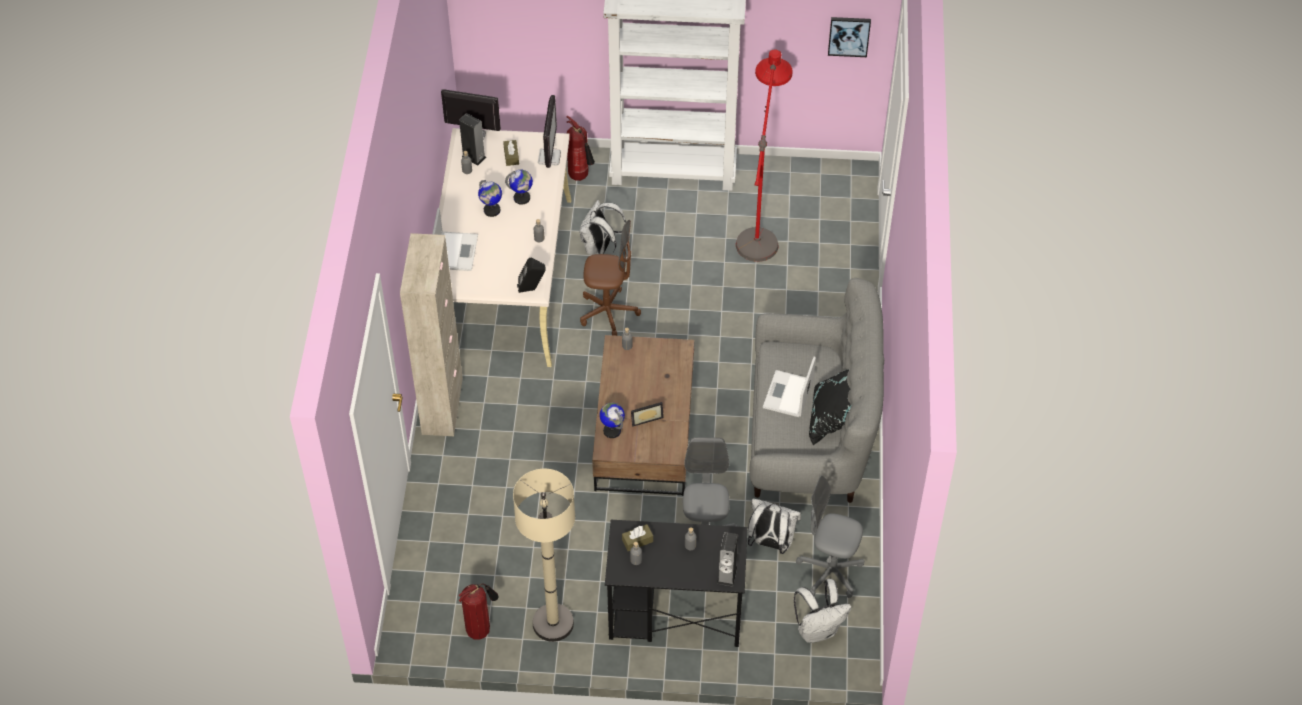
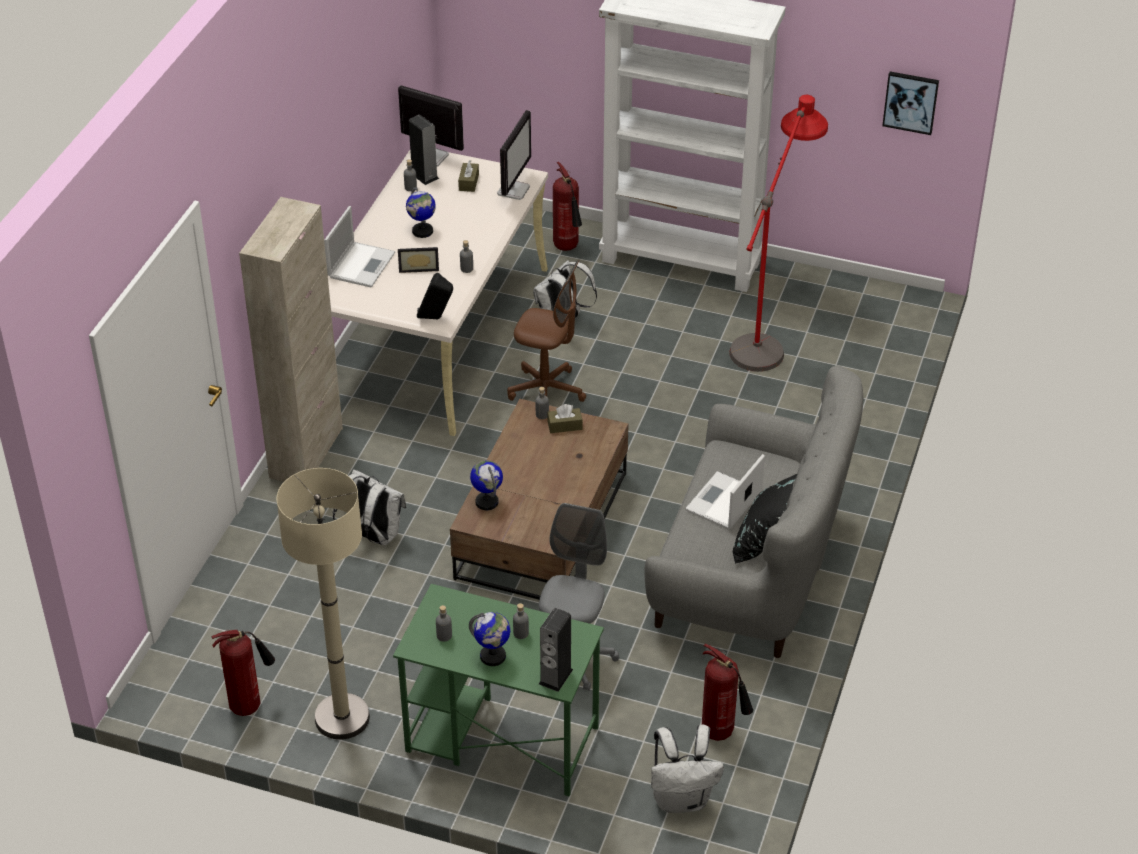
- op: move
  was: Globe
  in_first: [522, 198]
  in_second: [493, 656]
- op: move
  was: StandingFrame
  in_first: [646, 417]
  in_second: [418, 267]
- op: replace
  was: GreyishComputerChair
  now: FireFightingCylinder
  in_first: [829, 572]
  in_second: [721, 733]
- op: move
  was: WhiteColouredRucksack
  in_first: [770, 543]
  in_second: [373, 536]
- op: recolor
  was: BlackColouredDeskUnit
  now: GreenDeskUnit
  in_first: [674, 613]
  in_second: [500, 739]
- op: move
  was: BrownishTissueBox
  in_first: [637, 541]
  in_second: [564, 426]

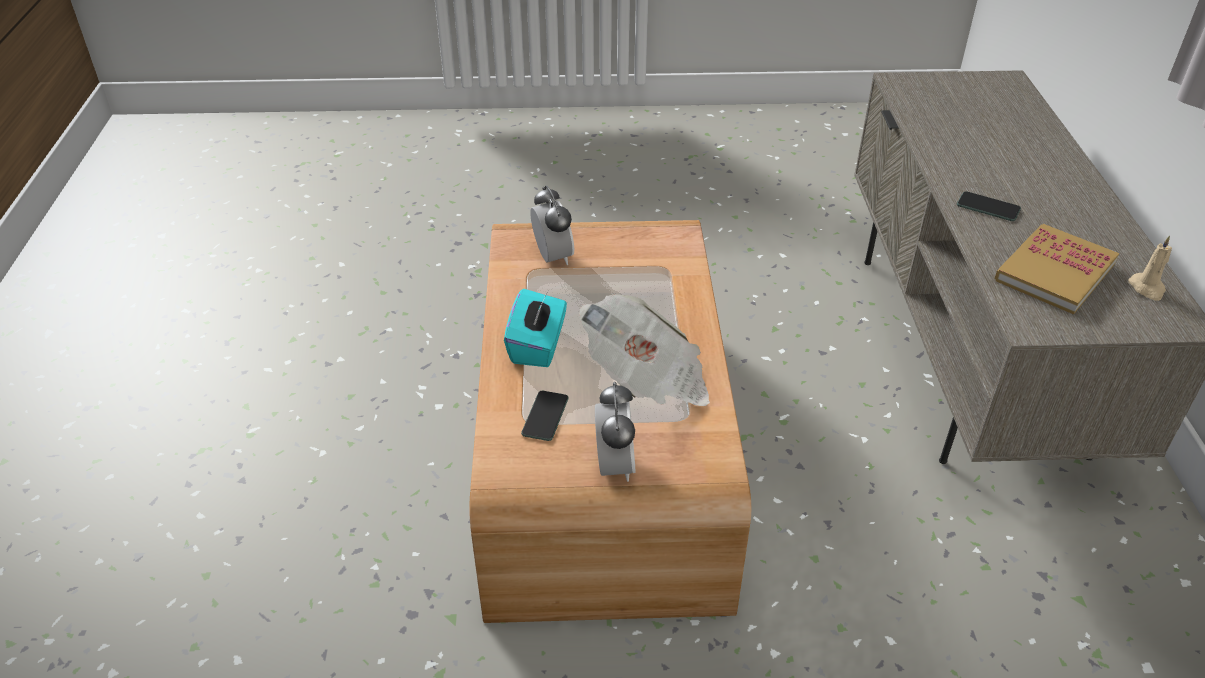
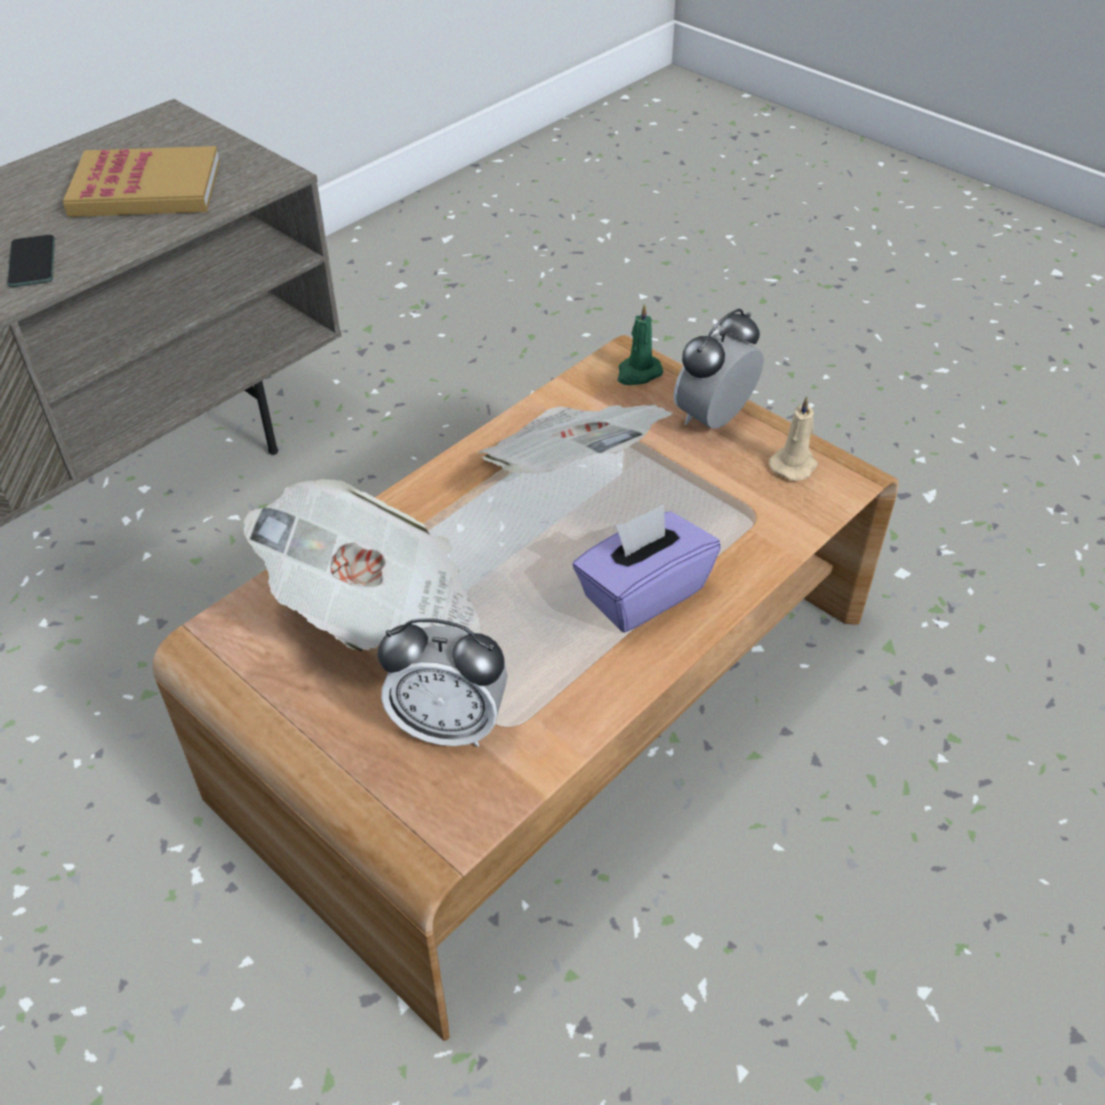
- op: rotate
  was: TableClock
  in_first: [553, 257]
  in_second: [449, 725]
  clockwise: -105
- op: move
  was: SandColouredWaxLight
  in_first: [1147, 288]
  in_second: [794, 464]
- op: recolor
  was: BlueGreenTissueBox
  now: PurpleTissueBox
  in_first: [538, 346]
  in_second: [642, 593]
- op: delete
  was: Telephone
  in_first: [545, 416]
- op: insert
  now: GreenWaxLight
  in_second: [638, 373]
- op: insert
  now: Newspaper
  in_second: [377, 608]

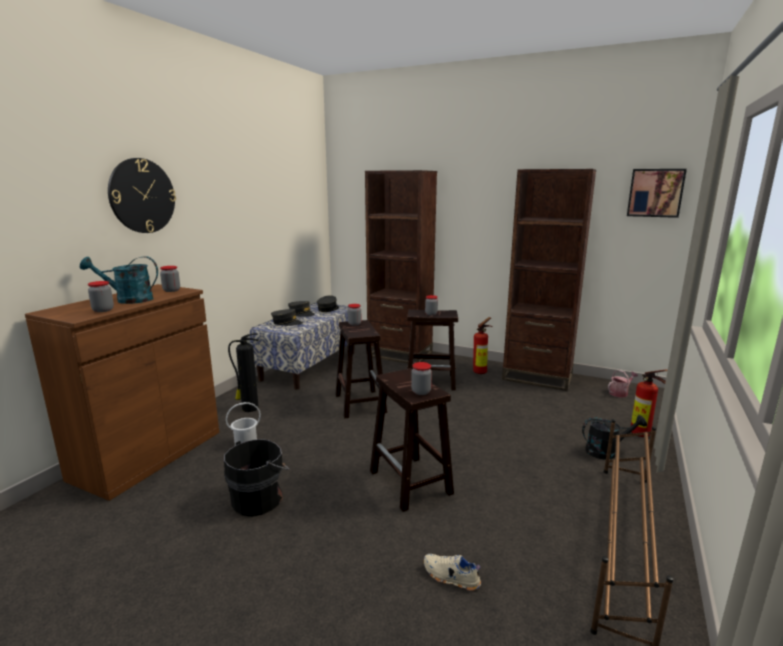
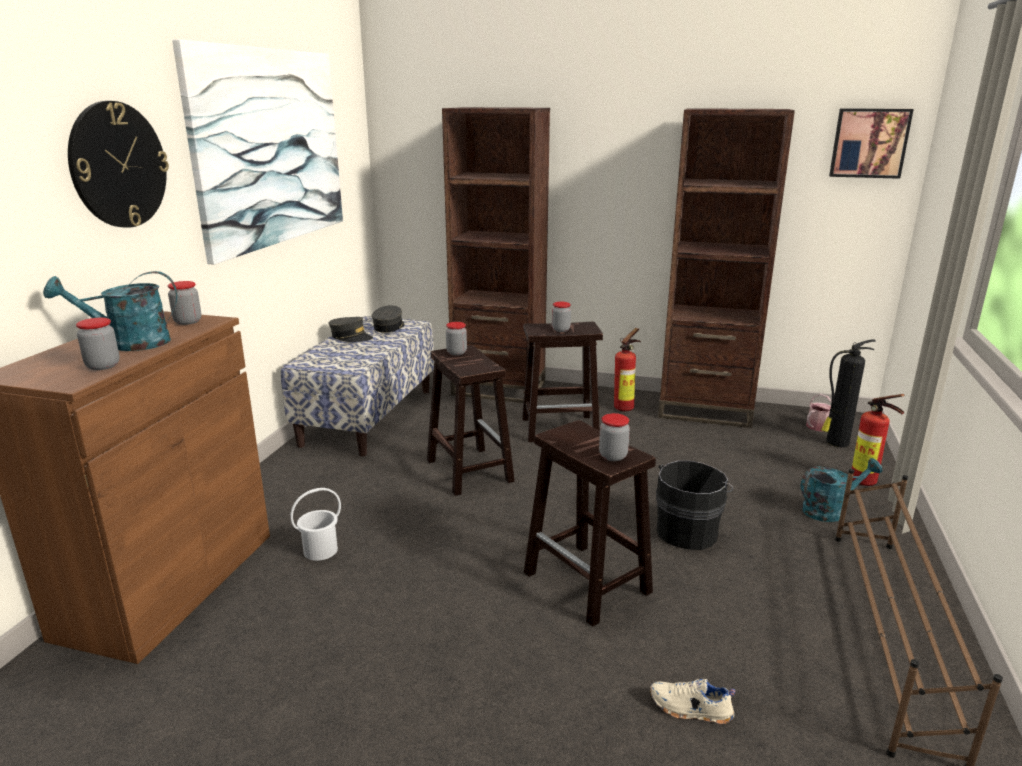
- op: delete
  was: GreyishCap
  in_first: [287, 323]
- op: move
  was: FireFightingCylinder
  in_first: [249, 408]
  in_second: [836, 442]
- op: recolor
  was: BlackColouredSprinklingCan
  now: BlueGreenSprinklingCan
  in_first: [606, 451]
  in_second: [830, 510]
- op: move
  was: BlackColouredBucket
  in_first: [259, 498]
  in_second: [688, 531]
- op: insert
  now: WallArt
  in_second: [270, 148]

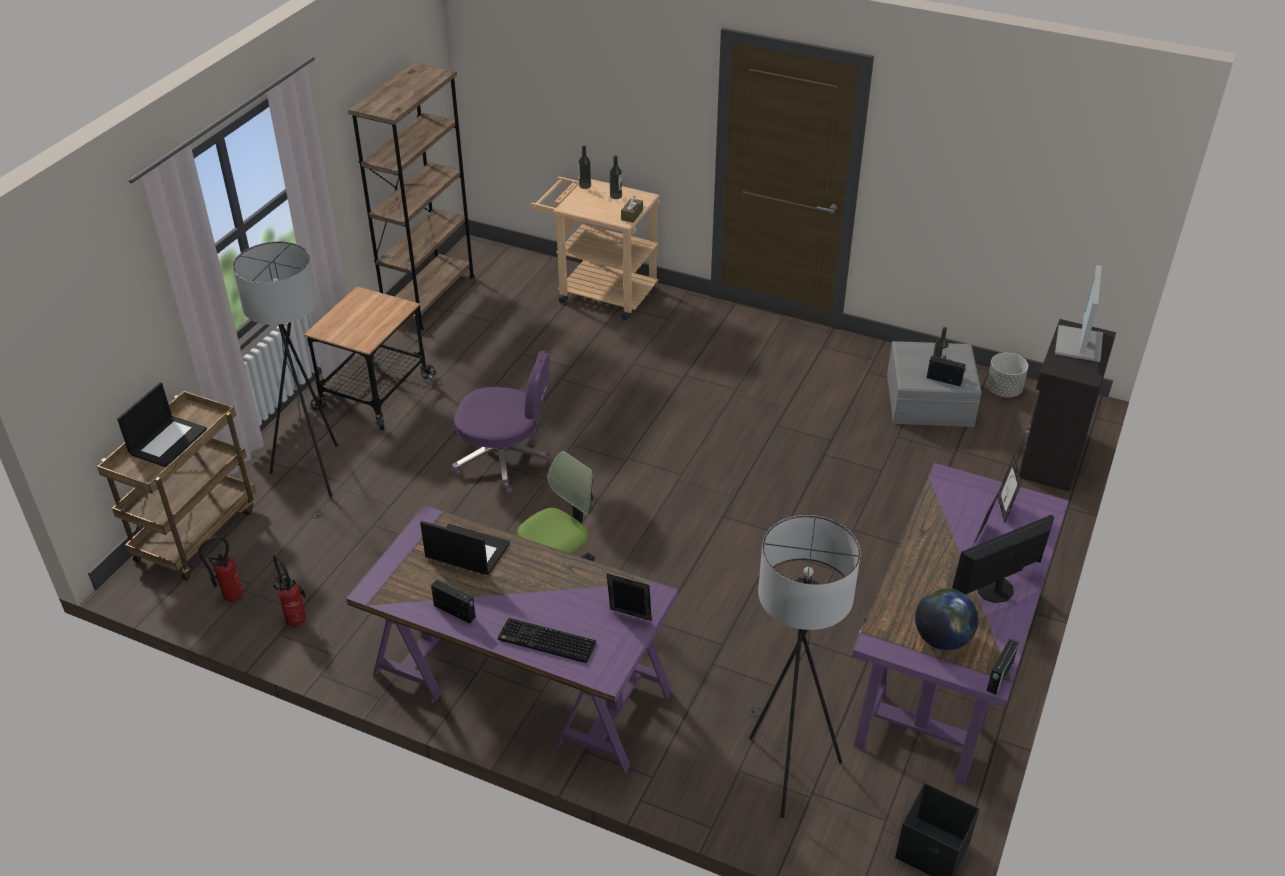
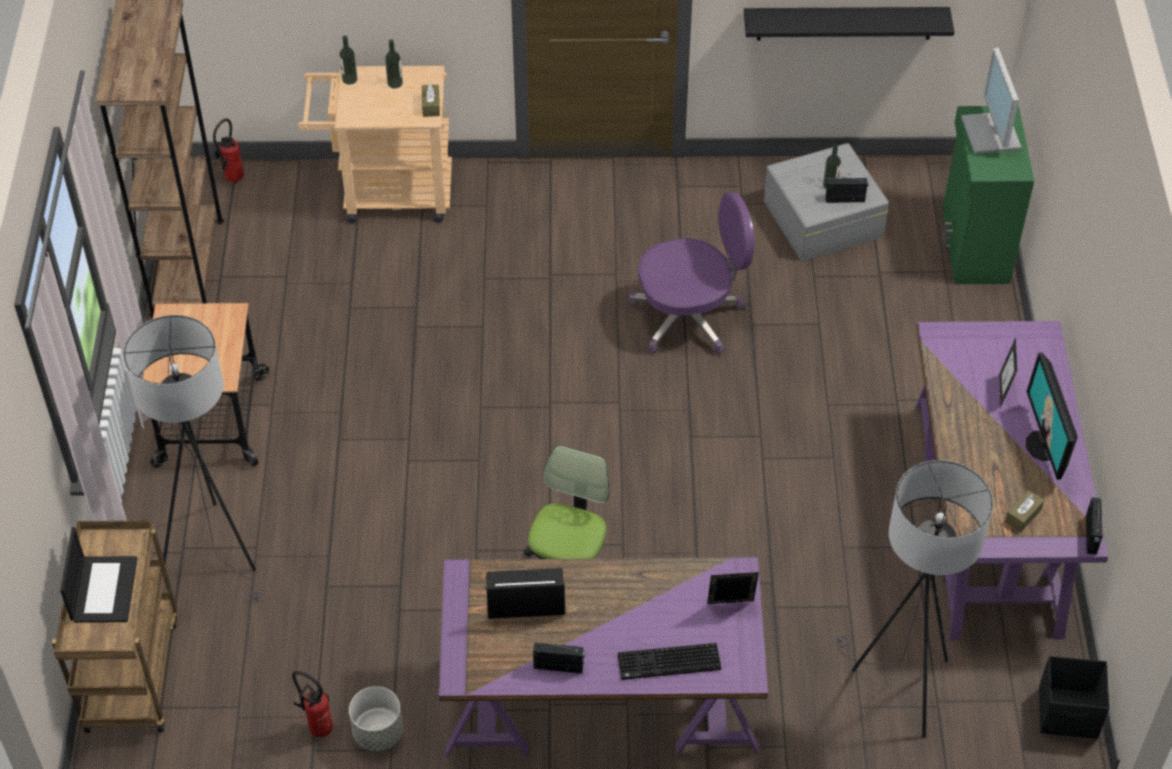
- op: recolor
  was: BlackColouredCupboard
  now: GreenCupboard
  in_first: [1051, 456]
  in_second: [973, 246]
- op: move
  was: PurpleComputerChair
  in_first: [506, 460]
  in_second: [689, 317]
- op: move
  was: GreyishPlanter
  in_first: [1004, 390]
  in_second: [378, 733]
- op: delete
  was: StandingFrame
  in_first: [1004, 509]
- op: rotate
  was: Monitor
  in_first: [995, 590]
  in_second: [1043, 446]
  clockwise: -45
- op: move
  was: FireFightingCylinder
  in_first: [229, 597]
  in_second: [231, 179]
- op: replace
  was: Globe
  now: BrownishTissueBox
  in_first: [942, 638]
  in_second: [1023, 515]
- op: insert
  now: BlackColouredBracketShelf
  in_second: [845, 23]

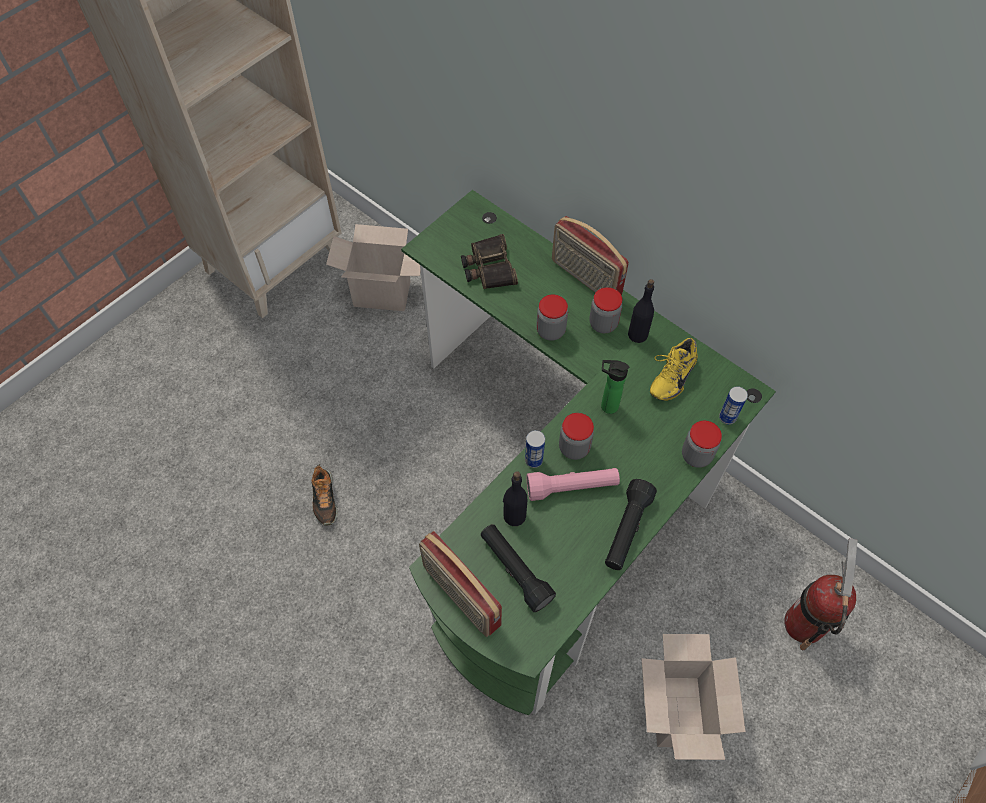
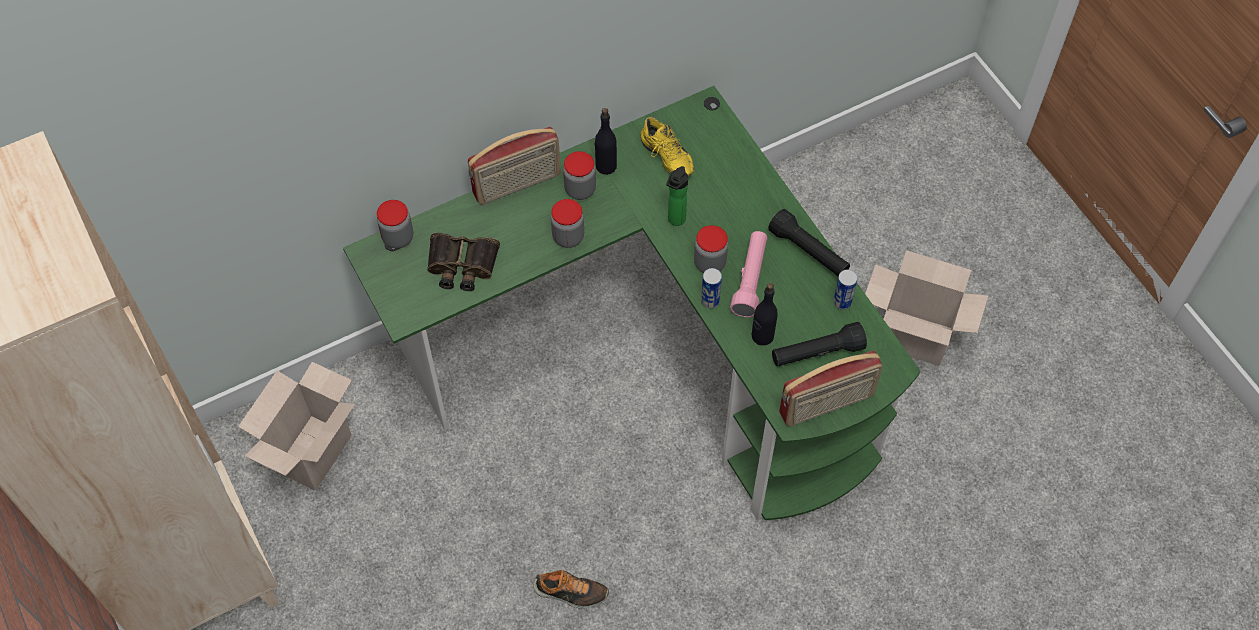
- op: move
  was: Can
  in_first: [727, 417]
  in_second: [842, 302]
- op: move
  was: Jar
  in_first: [696, 455]
  in_second: [398, 238]
- op: delete
  was: FireFightingCylinder
  in_first: [804, 624]

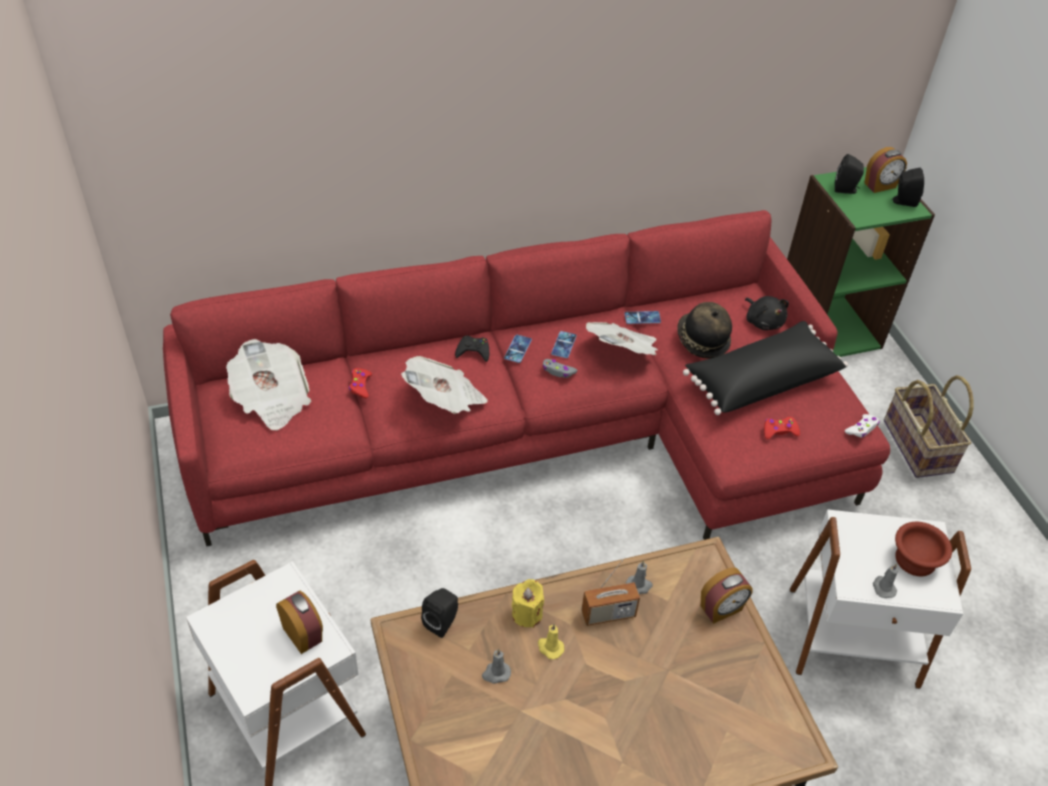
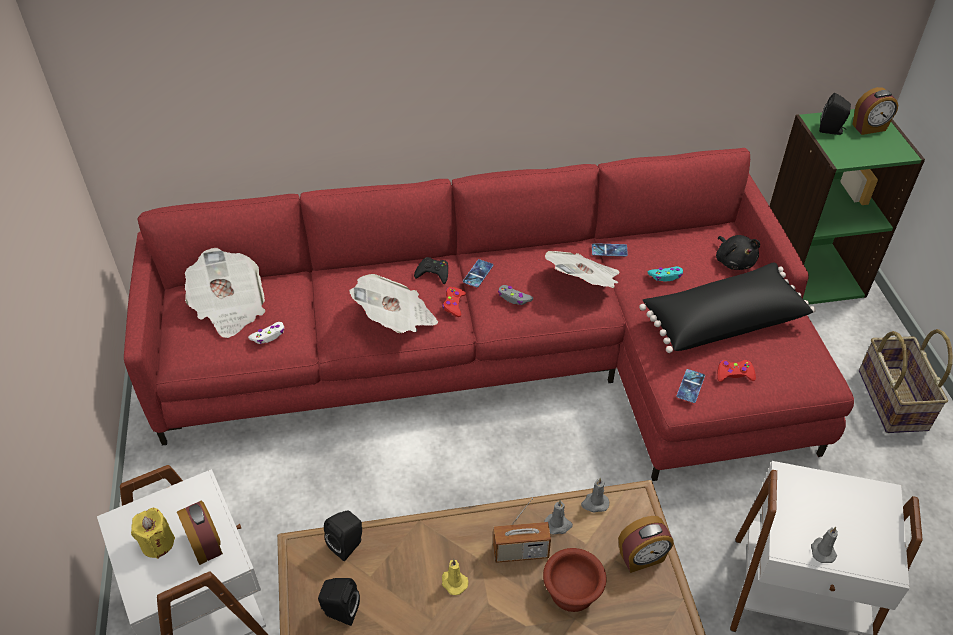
- op: move
  was: BlackColouredAudioSpeaker
  in_first: [903, 201]
  in_second: [339, 612]
- op: replace
  was: WearableHat
  now: BlueGreenGameController
  in_first: [701, 340]
  in_second: [666, 276]
- op: move
  was: Telephone
  in_first: [563, 345]
  in_second: [690, 386]
- op: move
  was: RedGameController
  in_first: [360, 386]
  in_second: [453, 304]
- op: move
  was: WhiteColouredGameController
  in_first: [861, 429]
  in_second: [268, 336]
- op: move
  was: BrownishDeepDish
  in_first: [914, 558]
  in_second: [571, 589]
- op: move
  was: YellowColouredWaxLight
  in_first: [527, 614]
  in_second: [157, 543]
- op: move
  was: GreyishWaxLight
  in_first: [496, 673]
  in_second: [594, 503]

